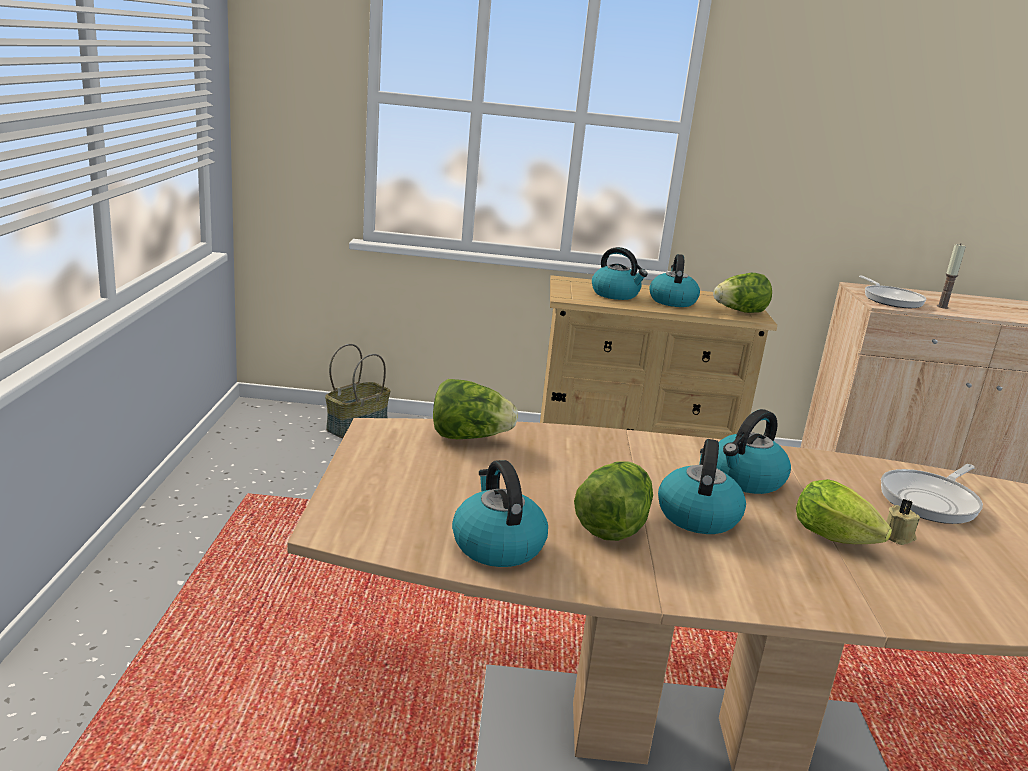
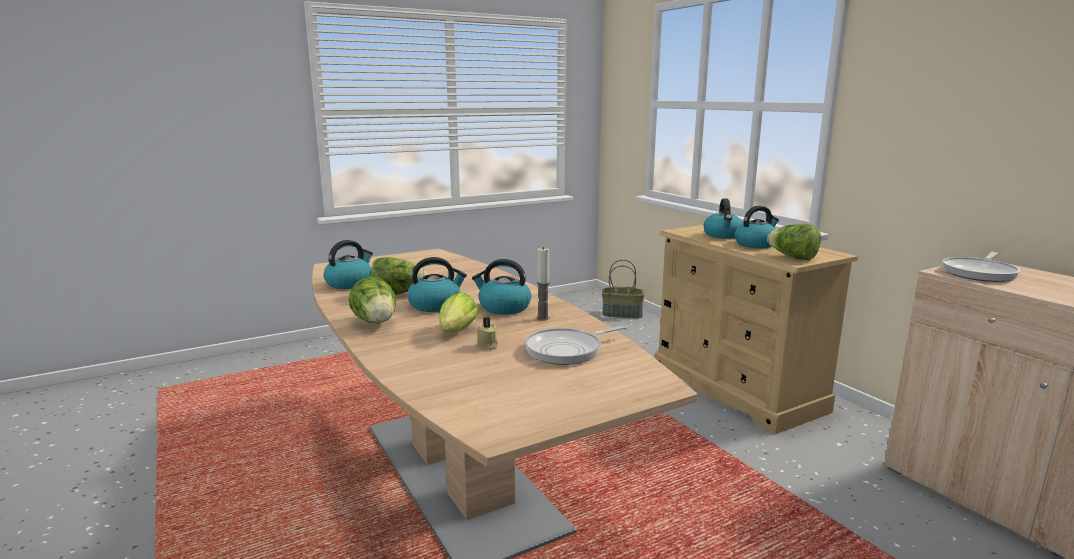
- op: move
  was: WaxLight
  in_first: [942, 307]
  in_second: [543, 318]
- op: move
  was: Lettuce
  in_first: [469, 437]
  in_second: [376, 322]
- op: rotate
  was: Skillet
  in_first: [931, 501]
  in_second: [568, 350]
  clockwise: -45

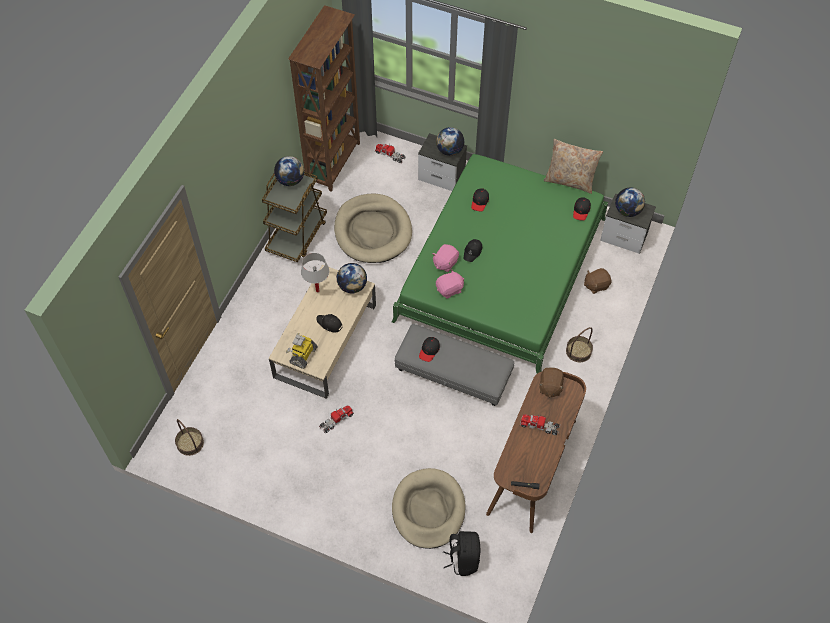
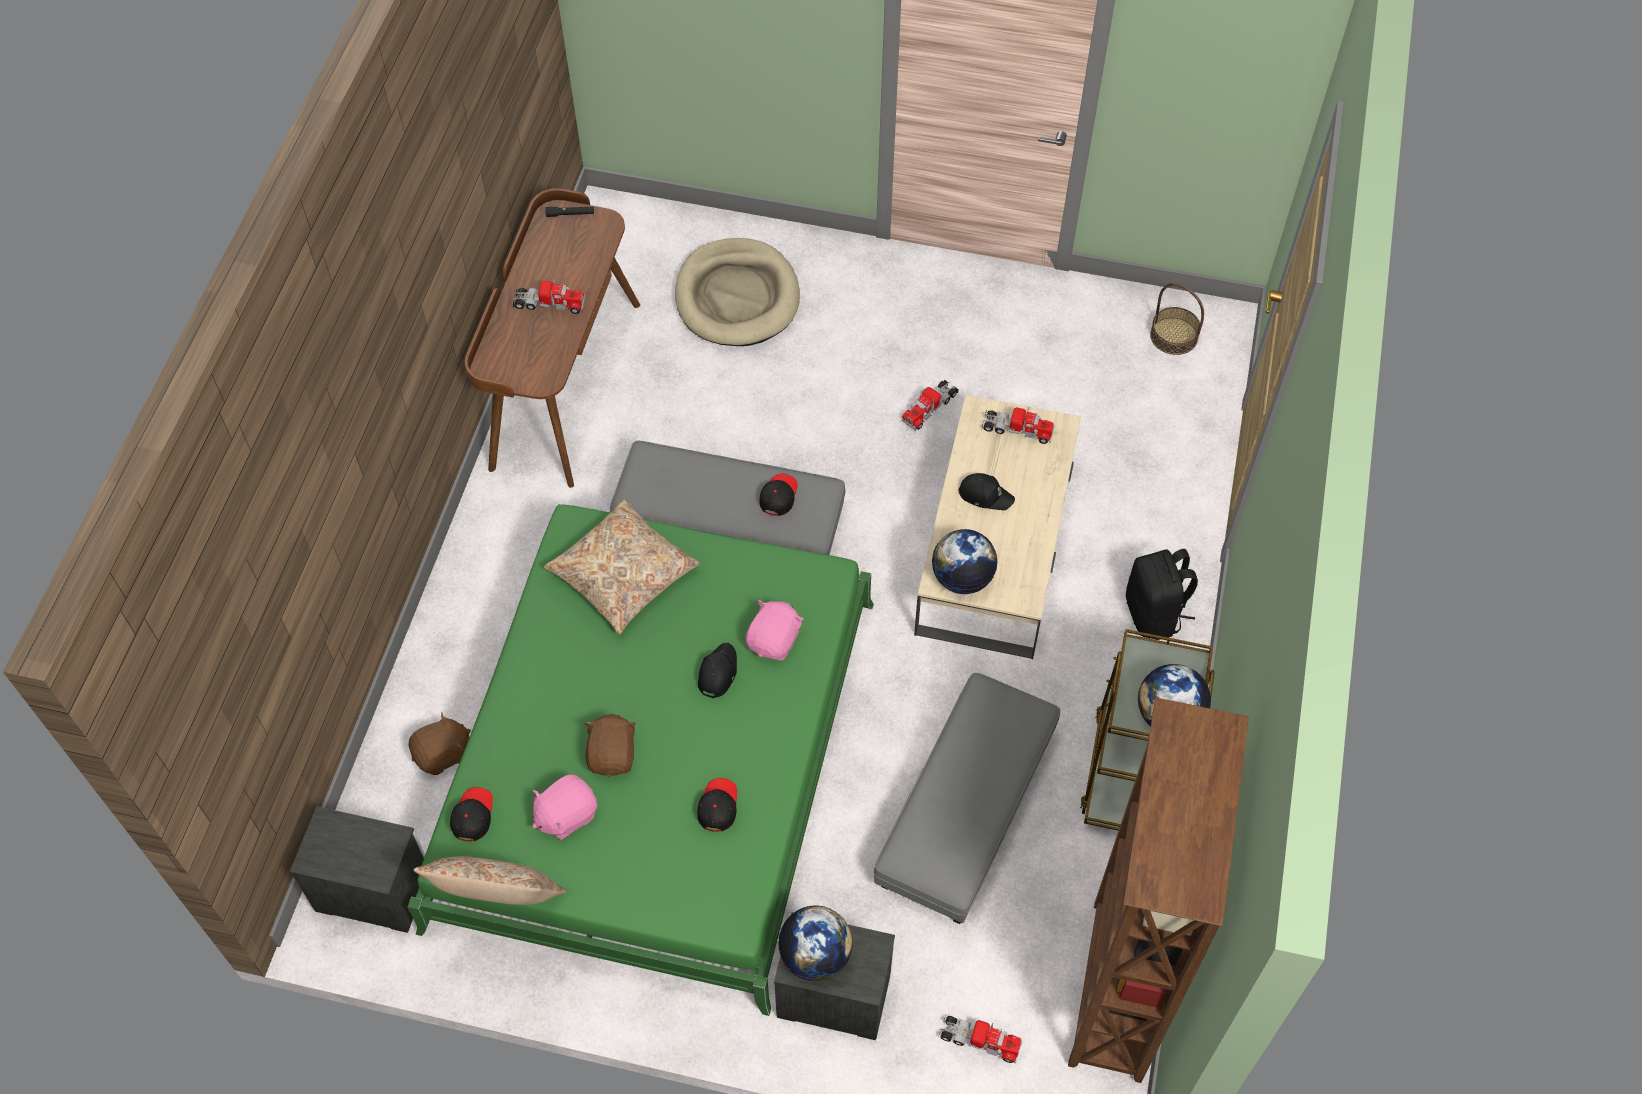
- op: delete
  was: Globe
  in_first: [627, 211]
- op: replace
  was: SandColouredDogBed
  now: GreyishFootrest
  in_first: [372, 231]
  in_second: [966, 810]
- op: delete
  was: WhiteColouredLampForATable
  in_first: [317, 290]
- op: move
  was: PinkColouredPlushToy
  in_first: [449, 289]
  in_second: [566, 815]
- op: delete
  was: Basket
  in_first: [578, 351]
- op: replace
  was: RobotFigure
  now: ModelTruck
  in_first: [303, 355]
  in_second: [1017, 430]
- op: move
  was: BrownishPlushToy
  in_first: [550, 387]
  in_second: [613, 755]
- op: move
  was: BlackColouredRucksack
  in_first: [463, 559]
  in_second: [1154, 614]
- op: insert
  now: SandColouredPillow
  in_second: [623, 574]

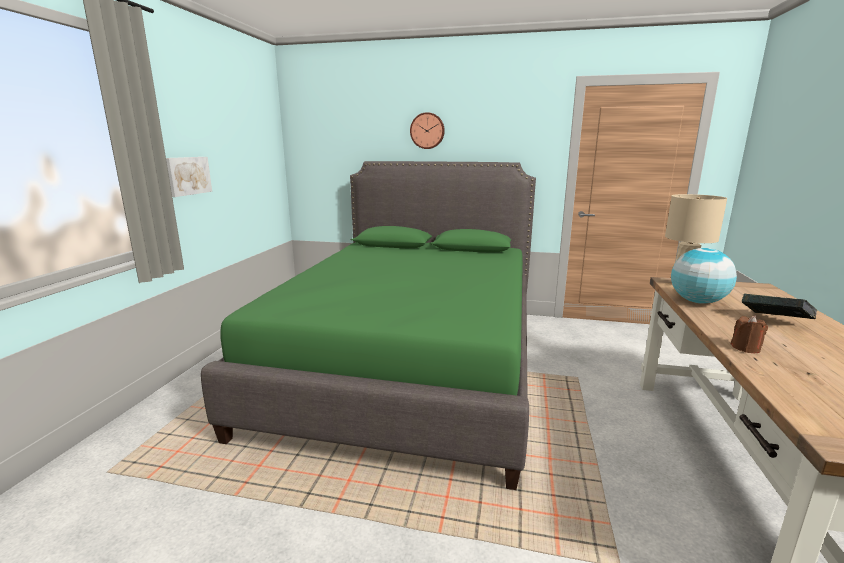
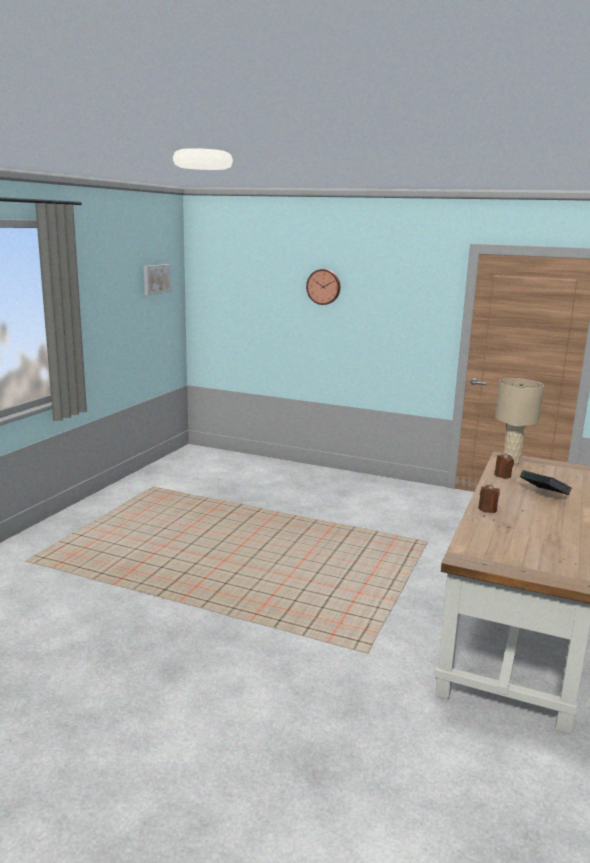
- op: move
  was: WallArt
  in_first: [187, 175]
  in_second: [156, 279]
- op: delete
  was: GreenBed
  in_first: [410, 363]
- op: replace
  was: Globe
  now: BrownishWaxLight
  in_first: [697, 302]
  in_second: [502, 475]

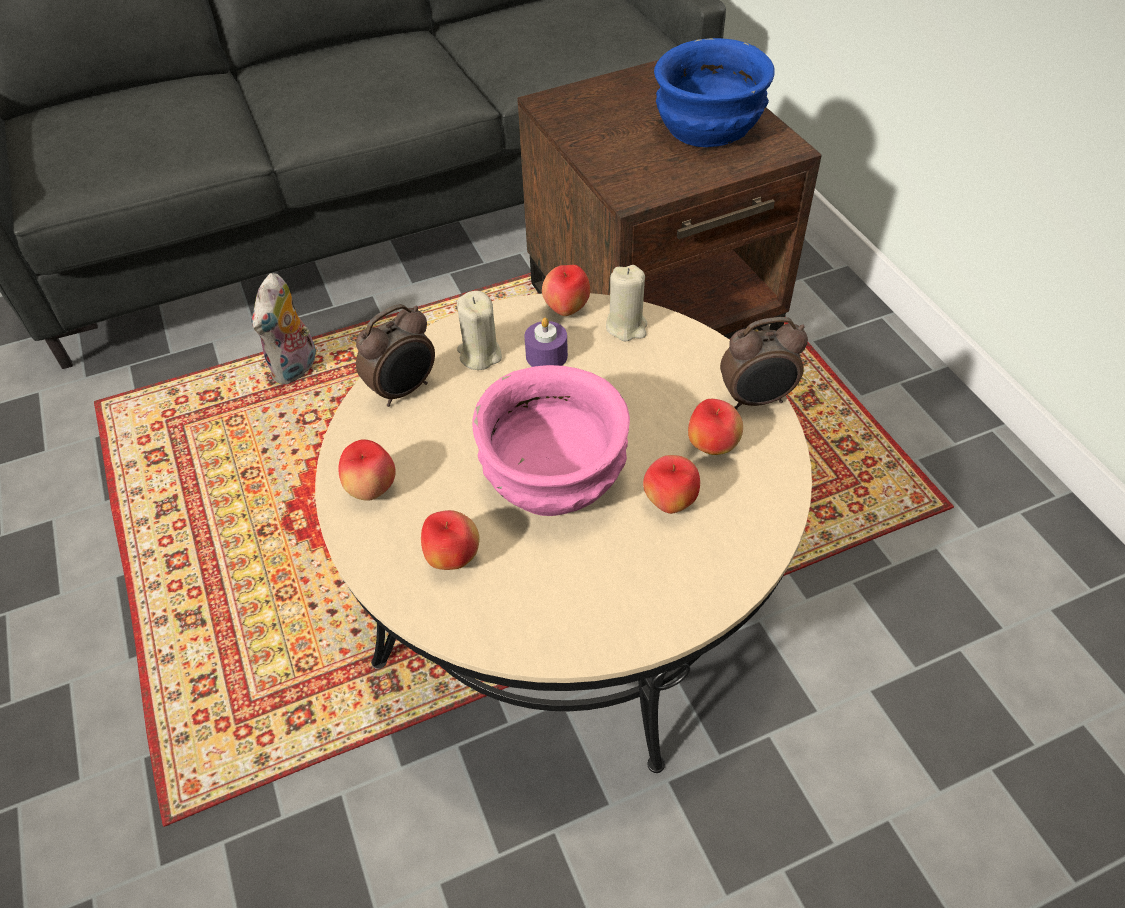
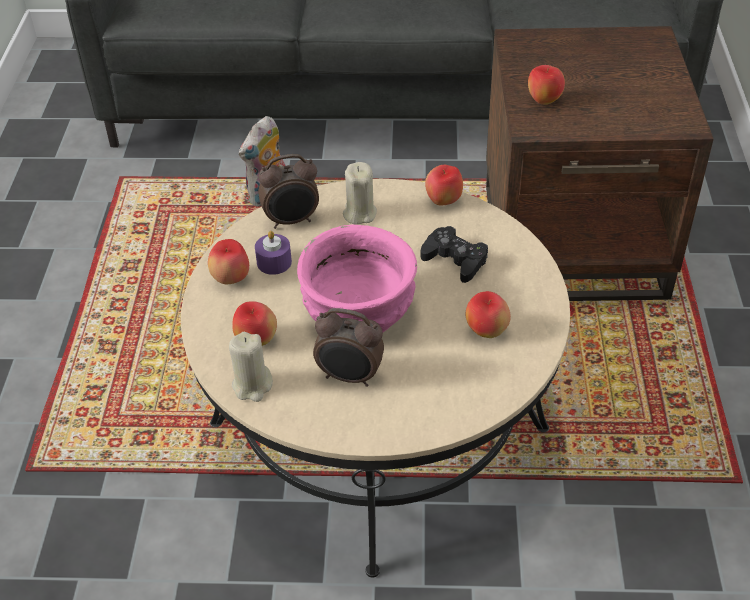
- op: delete
  was: BlueColouredDeepDish
  in_first: [708, 129]
- op: move
  was: SandColouredWaxLight
  in_first: [626, 326]
  in_second: [252, 385]
- op: move
  was: PurpleWaxLight
  in_first: [546, 355]
  in_second: [274, 262]
- op: move
  was: TableClock
  in_first: [756, 400]
  in_second: [350, 377]
- op: move
  was: AppleFruit
  in_first: [670, 502]
  in_second: [544, 101]
- op: insert
  now: BlackColouredGameController
  in_second: [455, 260]

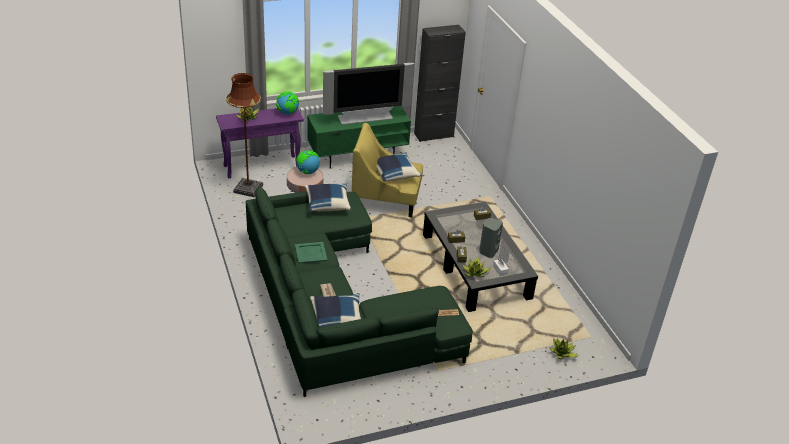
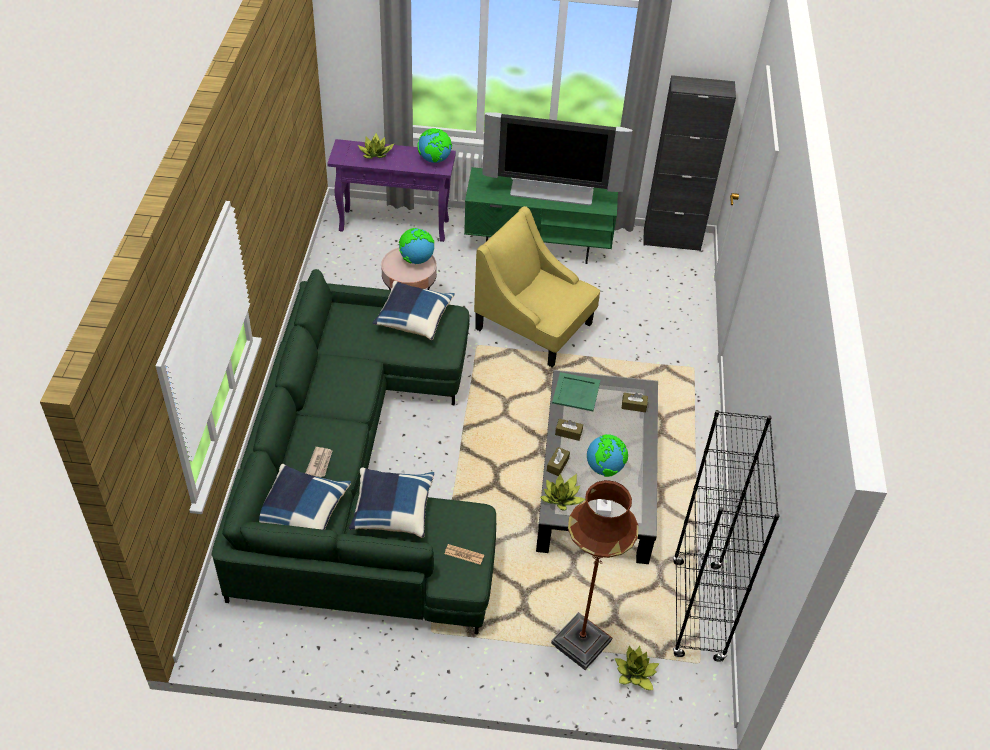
- op: move
  was: BrownishFloorLamp
  in_first: [248, 189]
  in_second: [581, 642]
- op: move
  was: BlueColouredPillow
  in_first: [394, 174]
  in_second: [392, 510]
- op: replace
  was: GreyishAudioSpeaker
  now: Globe
  in_first: [488, 251]
  in_second: [605, 468]
- op: move
  was: GreenCarryingTray
  in_first: [310, 253]
  in_second: [575, 392]
- op: insert
  now: BlackColouredBookcase
  in_second: [697, 611]

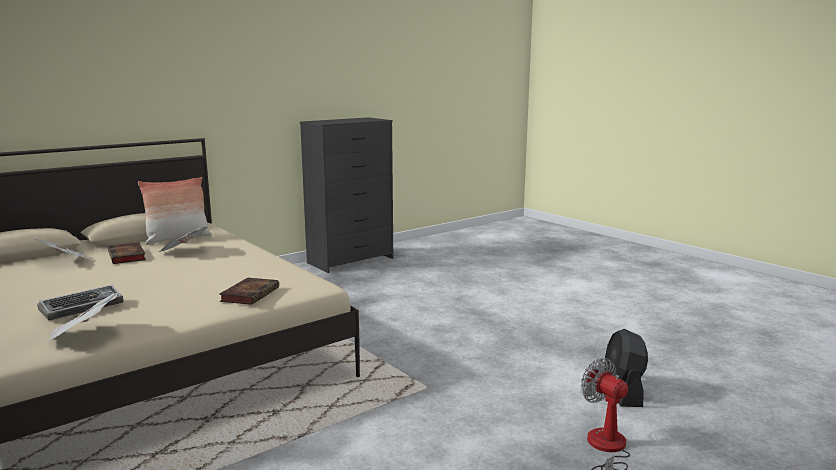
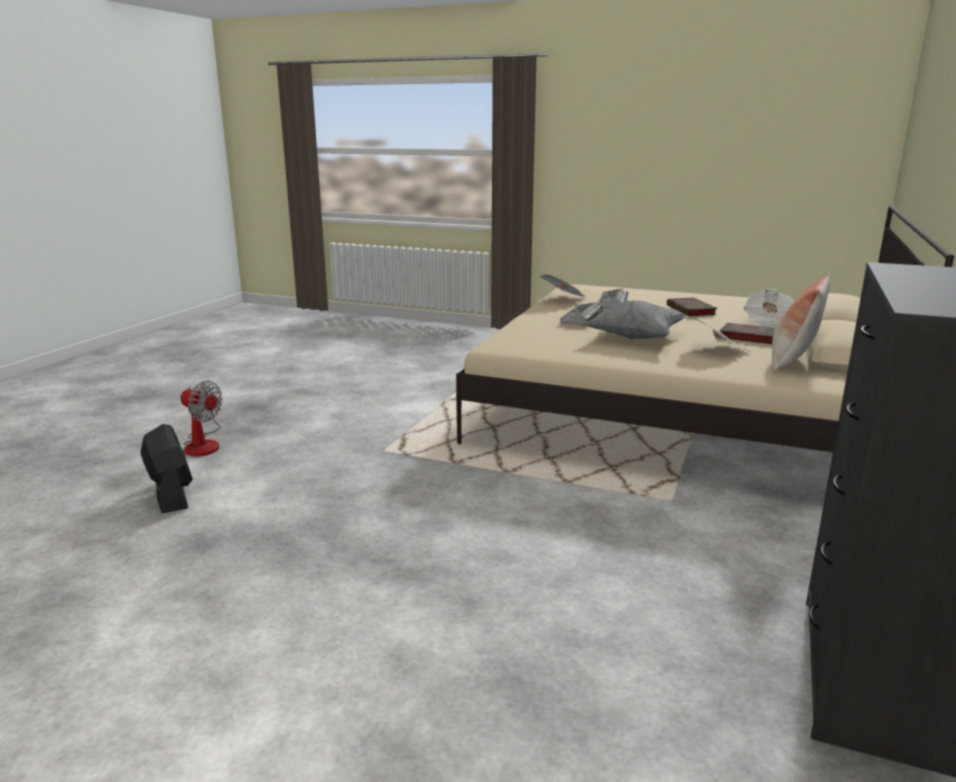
- op: move
  was: Volume
  in_first: [250, 294]
  in_second: [692, 310]
- op: insert
  now: GreyishPillow
  in_second: [636, 338]
- op: insert
  now: ComputerKeyboard
  in_second: [582, 319]

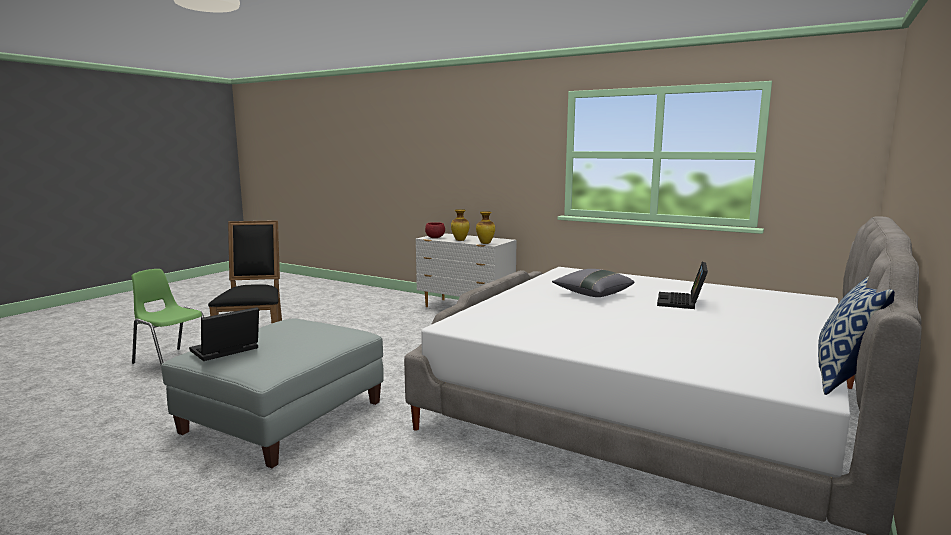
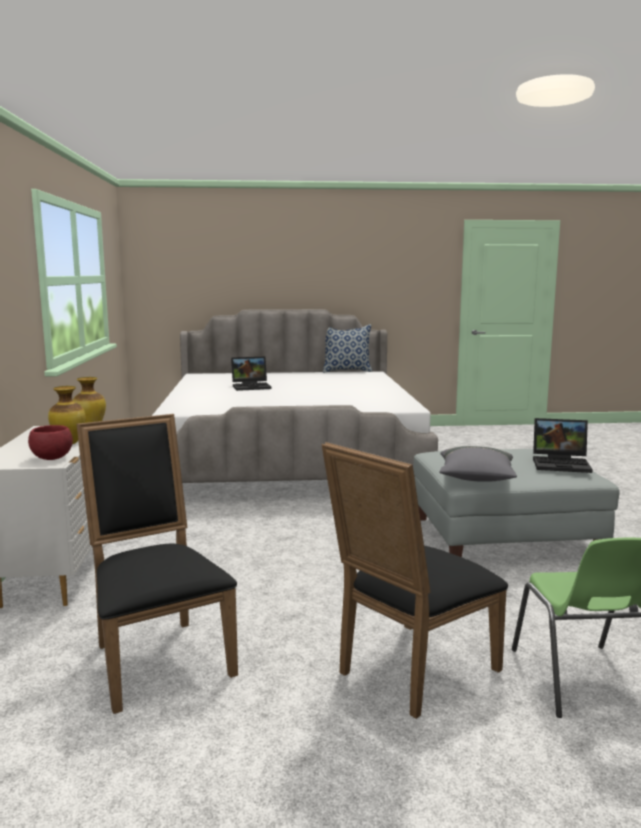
- op: move
  was: GreyishPillow
  in_first: [592, 294]
  in_second: [476, 479]
- op: insert
  now: BlackColouredUprightChair
  in_second: [157, 657]

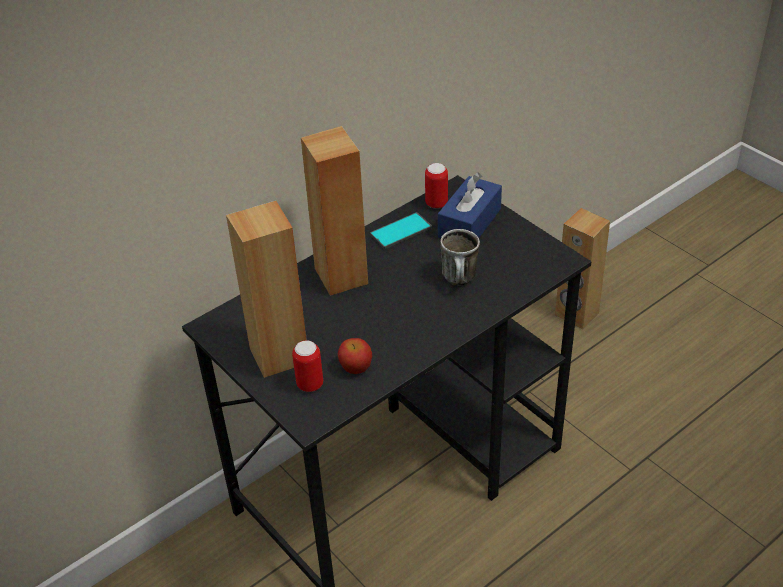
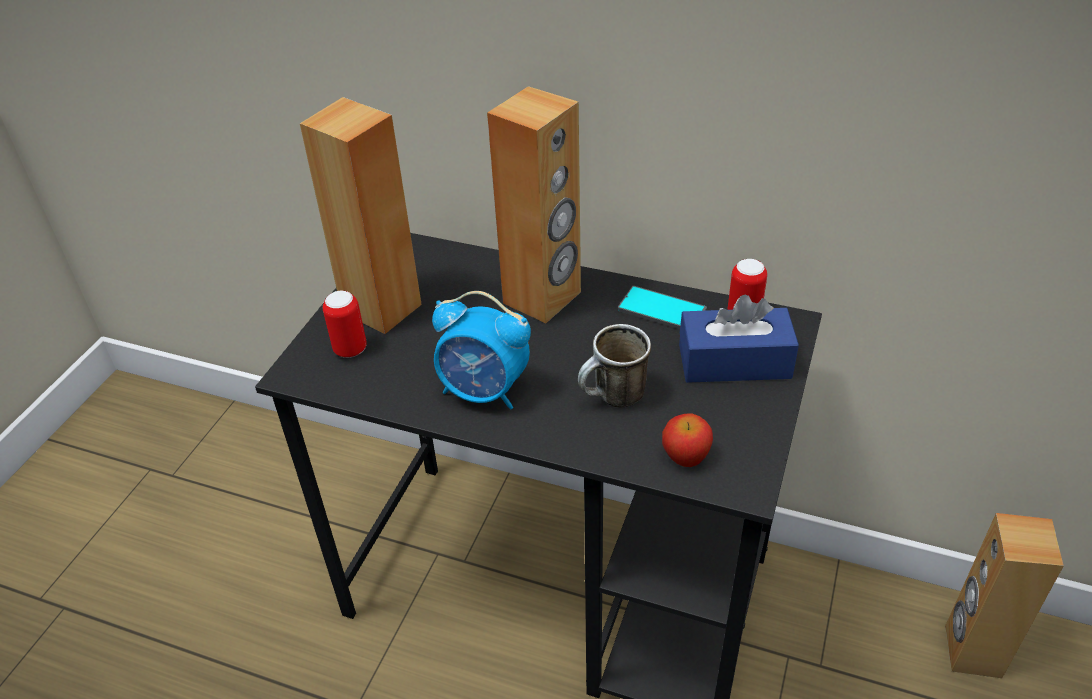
- op: move
  was: AppleFruit
  in_first: [355, 367]
  in_second: [685, 456]
- op: insert
  now: TableClock
  in_second: [484, 391]

